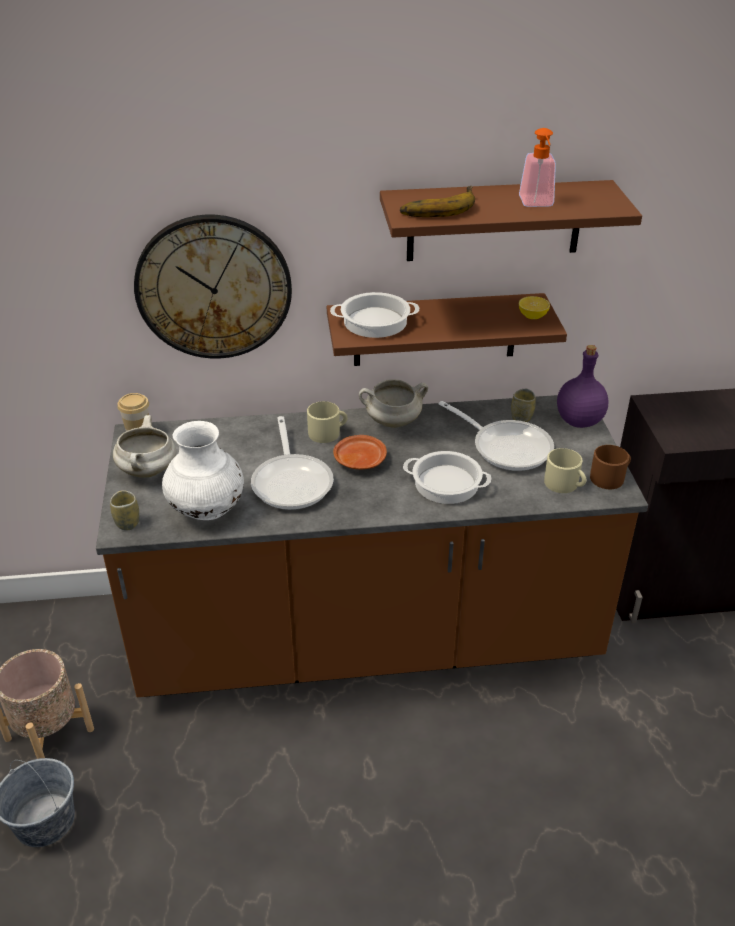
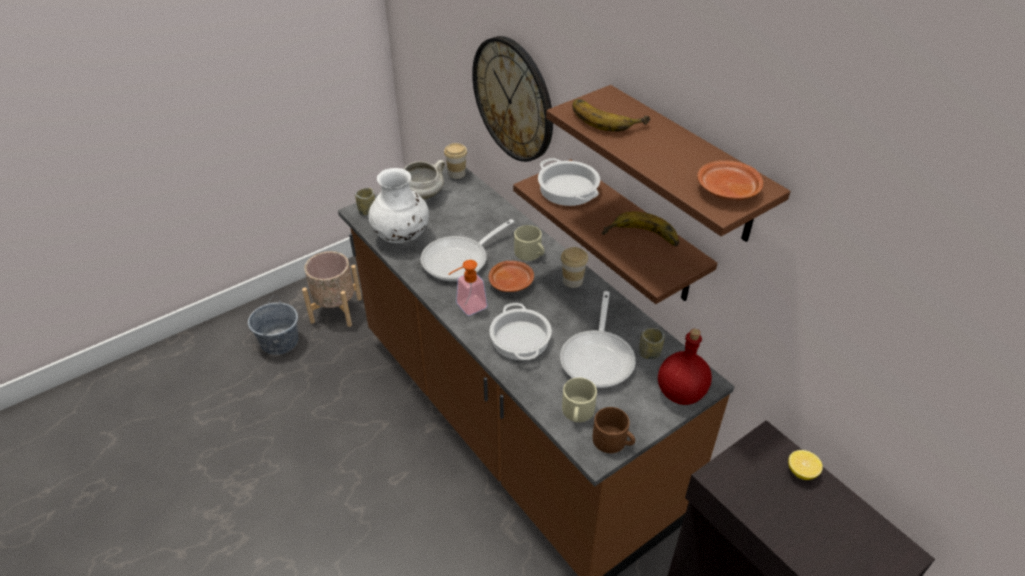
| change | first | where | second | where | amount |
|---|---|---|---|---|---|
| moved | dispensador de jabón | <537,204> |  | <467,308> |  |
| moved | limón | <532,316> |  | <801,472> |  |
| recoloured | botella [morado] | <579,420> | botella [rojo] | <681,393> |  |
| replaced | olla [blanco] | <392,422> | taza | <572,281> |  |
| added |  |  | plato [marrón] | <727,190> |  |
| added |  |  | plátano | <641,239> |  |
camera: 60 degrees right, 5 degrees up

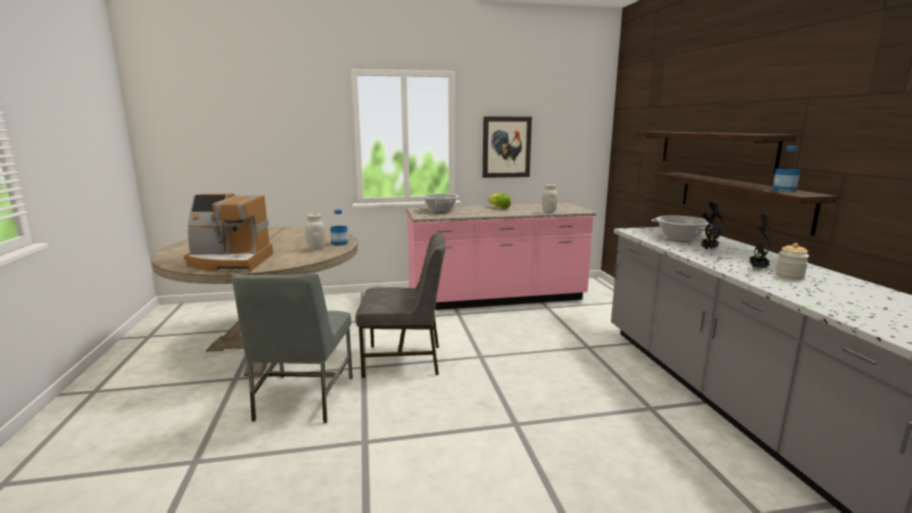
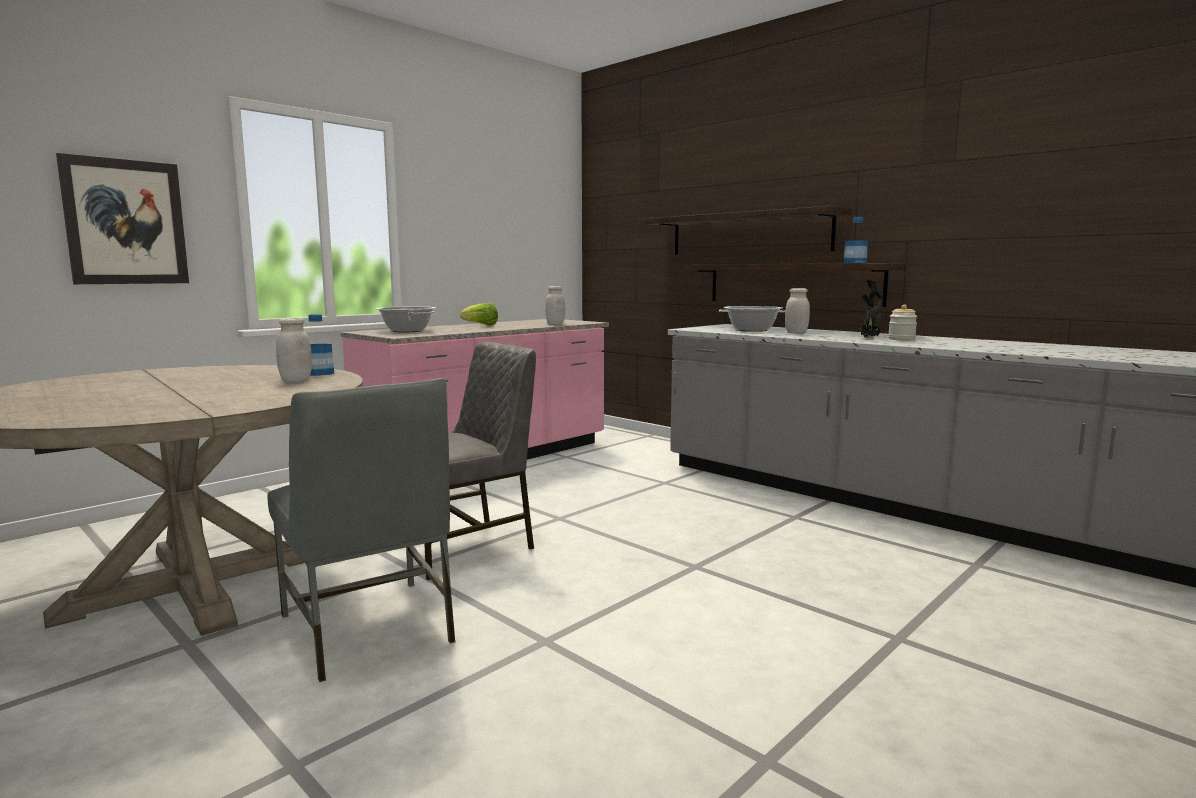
| change | first | where | second | where | amount |
|---|---|---|---|---|---|
| moved | cuadro | <506,147> |  | <126,222> |  |
| removed | cafetera | <230,262> |  |  |  |
| replaced | planta en maceta | <708,249> | tarro [blanco] | <796,333> |  |
camera: 35 degrees left, 5 degrees down

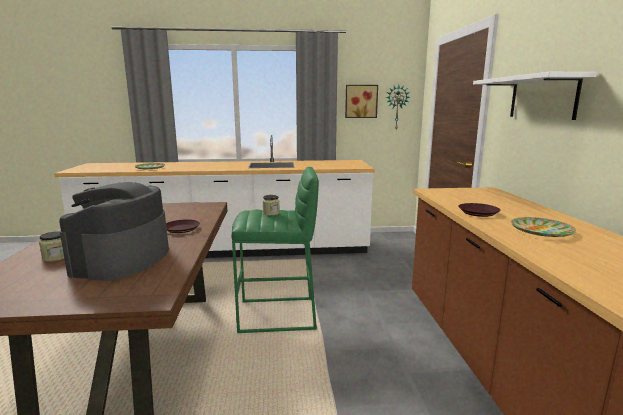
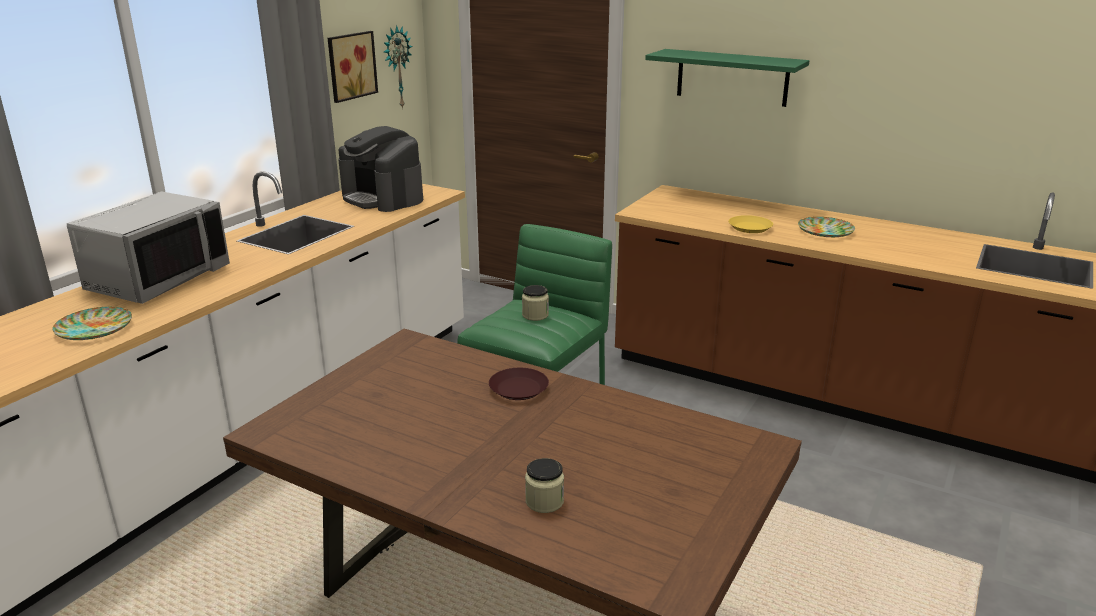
| change | first | where | second | where | amount |
|---|---|---|---|---|---|
| recoloured | estante [blanco] | <542,97> | estante [verde] | <732,77> |  |
| moved | cafetera | <122,259> |  | <383,198> |  |
| recoloured | plato [marrón] | <478,213> | plato [amarillo] | <750,228> |  |
| added |  |  | microondas [gris] | <158,278> |  |
camera: 55 degrees left, 10 degrees up

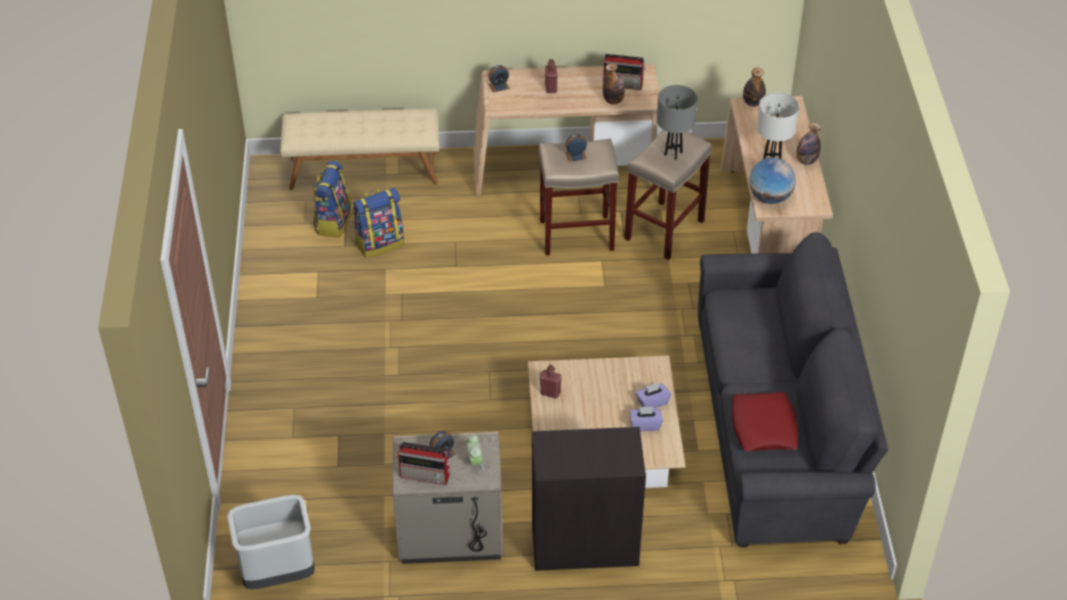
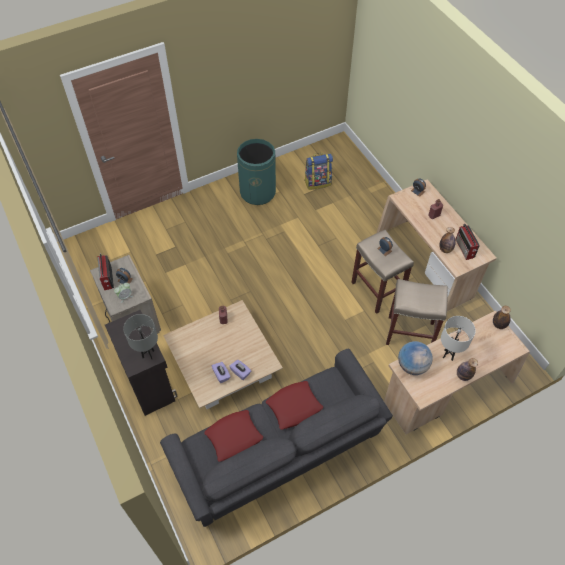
| change | first | where | second | where | amount |
|---|---|---|---|---|---|
| moved | lámpara de mesa [gris] | <673,153> |  | <148,354> |  |
| removed | banco [beis] | <364,170> |  |  |  |
| removed | mochila | <380,243> |  |  |  |
| removed | papelera [gris] | <278,574> |  |  |  |
| added |  |  | papelera [verde] | <258,192> |  |
| added |  |  | cojín [rojo] | <294,407> |  |
camera: 65 degrees right, 10 degrees up

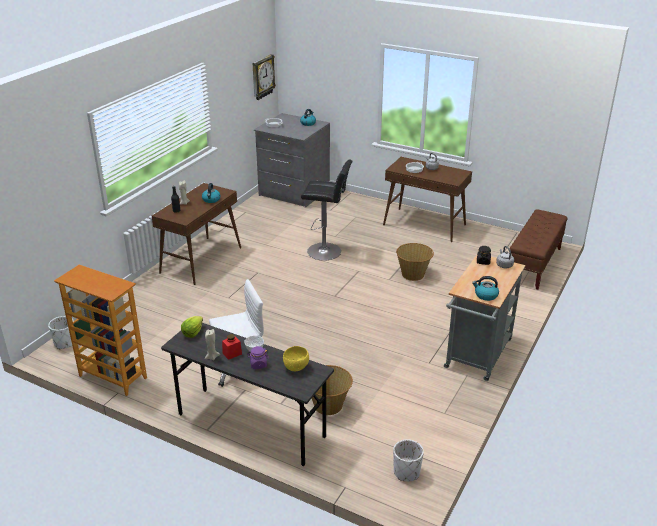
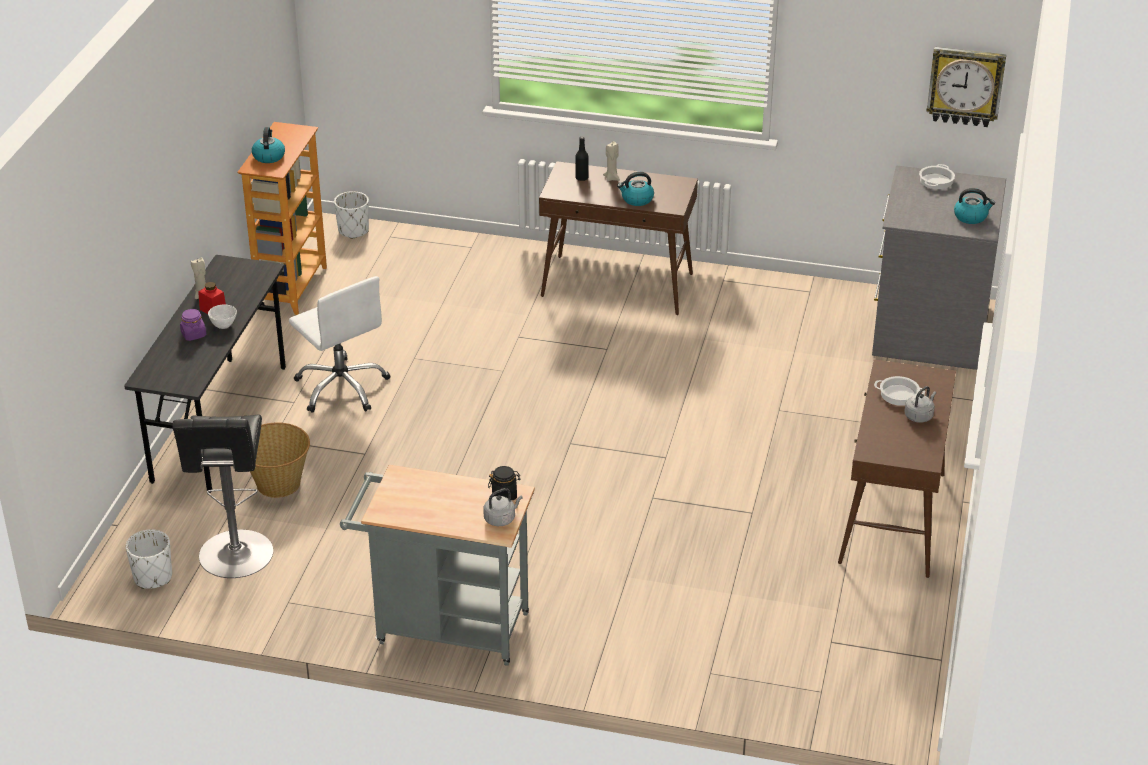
| change | first | where | second | where | amount |
|---|---|---|---|---|---|
| moved | taburete [negro] | <326,251> |  | <235,557> |  |
| removed | banco [marrón] | <533,265> |  |  |  |
| removed | cesta | <413,274> |  |  |  |
| moved | hervidor | <485,295> |  | <268,156> |  |
| removed | lechuga | <193,332> |  |  |  |
| removed | cuenco [amarillo] | <296,367> |  |  |  |
camera: 75 degrees right, 5 degrees up

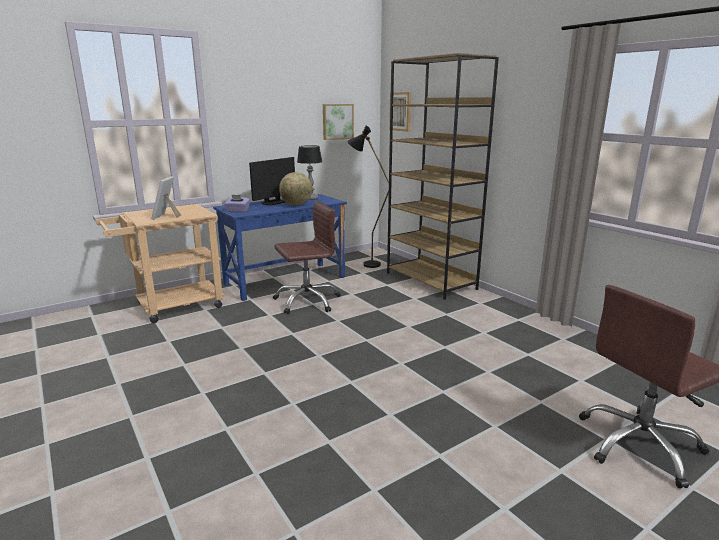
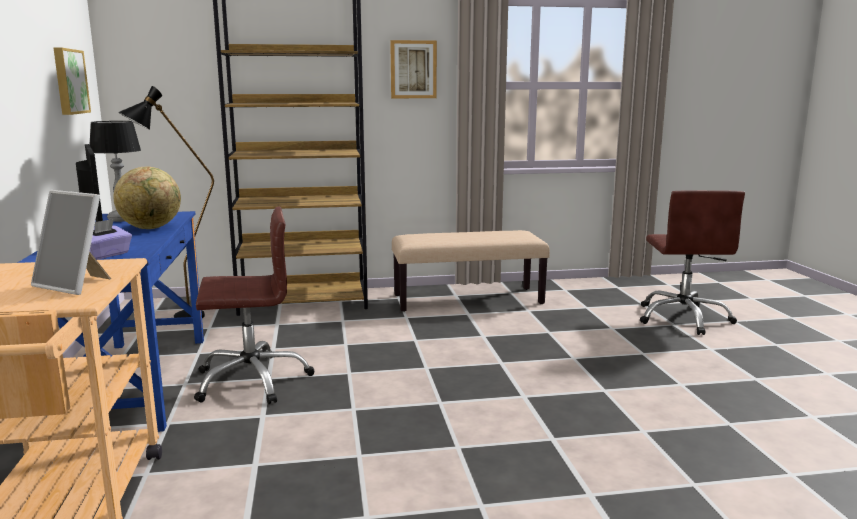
| change | first | where | second | where | amount |
|---|---|---|---|---|---|
| moved | cuadro | <401,111> |  | <413,69> |  |
| turned | silla de oficina [marrón] | <307,301> |  | <252,380> | 75 degrees clockwise |
| added |  |  | banco [beis] | <468,299> |  |
camera: 65 degrees left, 5 degrees down

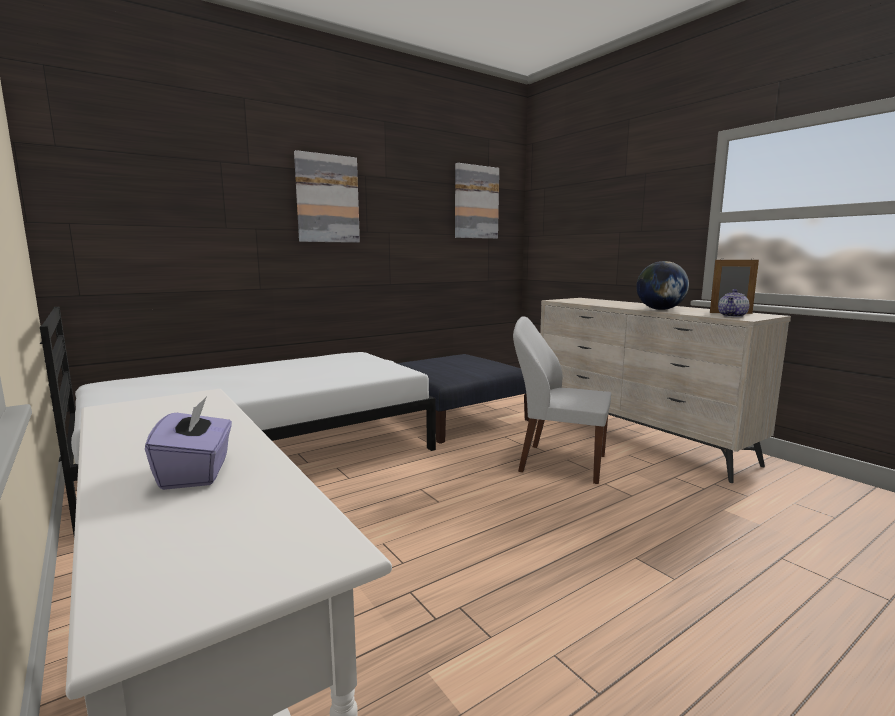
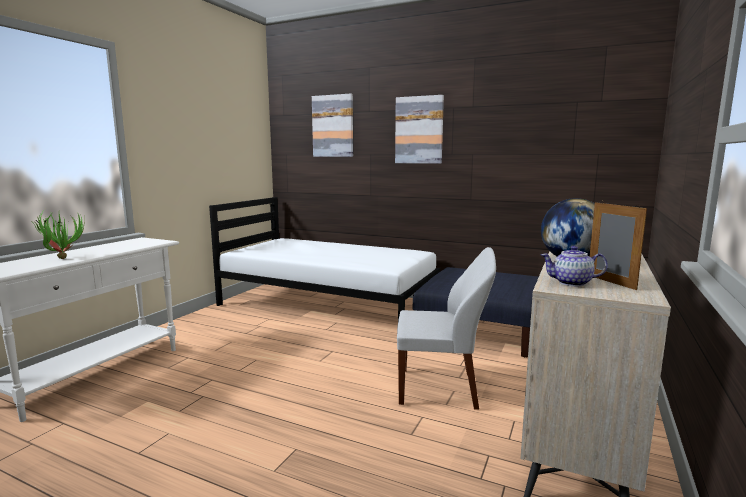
| change | first | where | second | where | amount |
|---|---|---|---|---|---|
| moved | cuadro | <476,202> |  | <333,126> |  |
| turned | silla [blanco] | <559,463> |  | <440,389> | 105 degrees clockwise |
| replaced | caja de pañuelos [morado] | <197,472> | planta en maceta | <62,257> |  |
camera: 60 degrees right, 0 degrees up

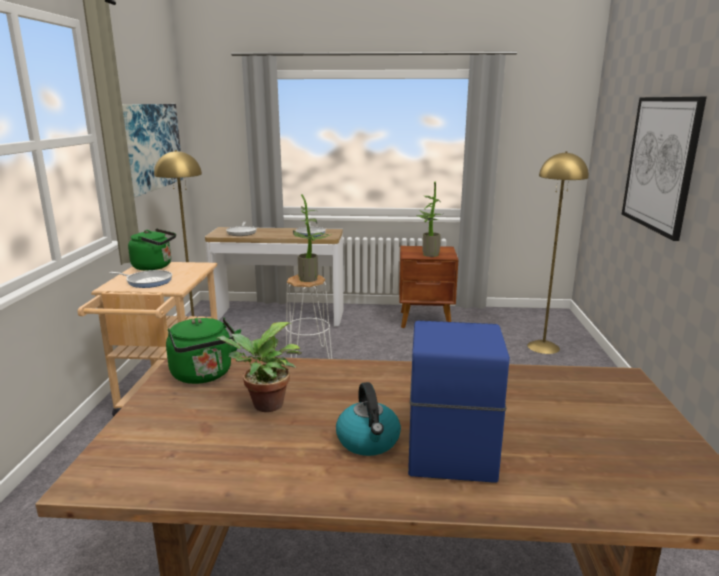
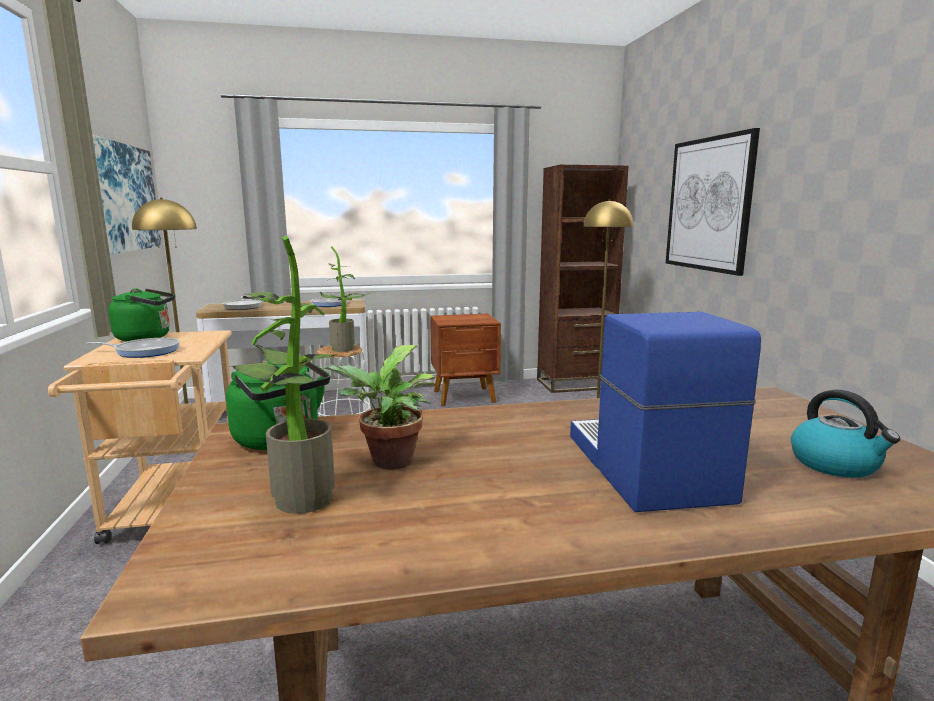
| change | first | where | second | where | amount |
|---|---|---|---|---|---|
| moved | planta en maceta | <428,254> |  | <295,498> |  |
| moved | hervidor | <368,441> |  | <836,464> |  |
| added |  |  | estantería [marrón] | <574,384> |  |
camera: 15 degrees left, 5 degrees down

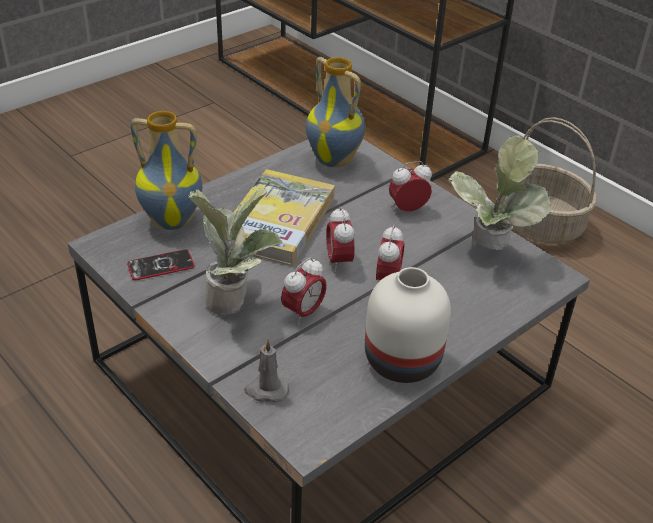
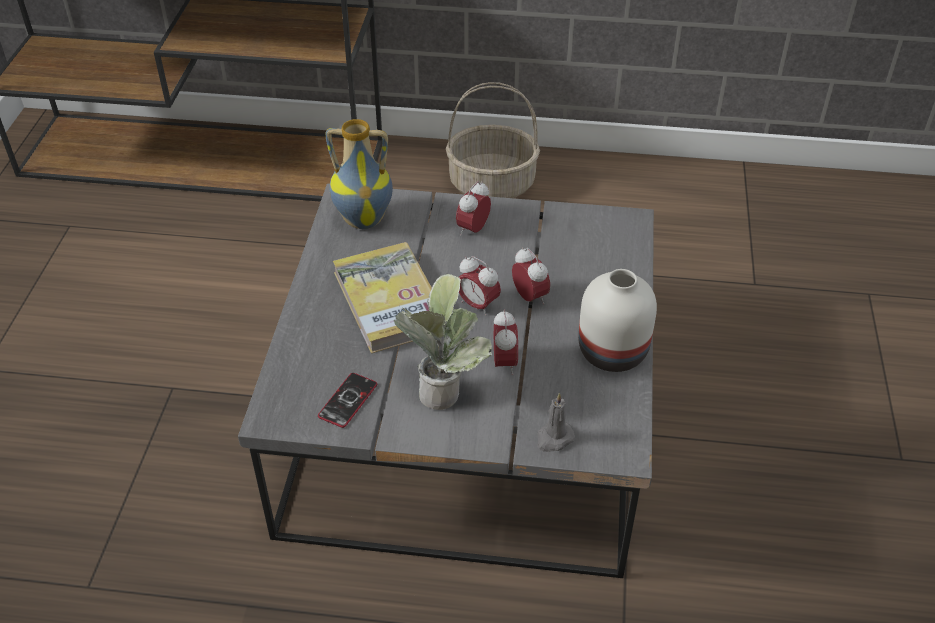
| change | first | where | second | where | amount |
|---|---|---|---|---|---|
| removed | florero | <173,220> |  |  |  |
| removed | planta en maceta | <489,253> |  |  |  |
camera: 40 degrees left, 5 degrees up

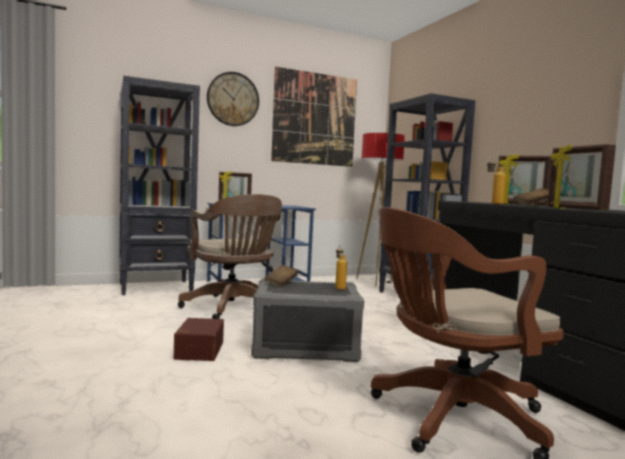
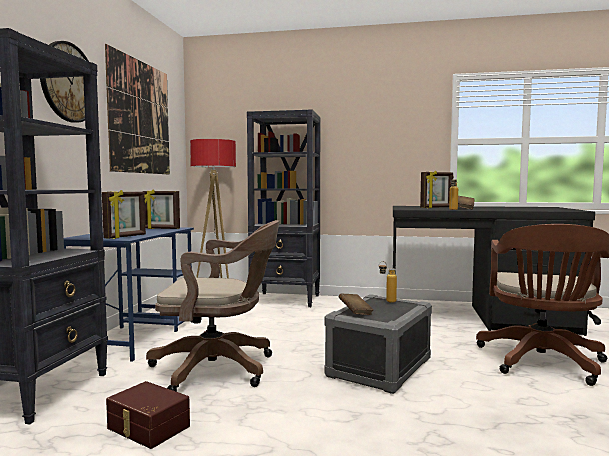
| change | first | where | second | where | amount |
|---|---|---|---|---|---|
| moved | portarretratos | <575,209> |  | <161,229> |  |
| moved | caja de almacenaje [marrón] | <198,350> |  | <147,428> |  |
camera: 55 degrees left, 0 degrees up

